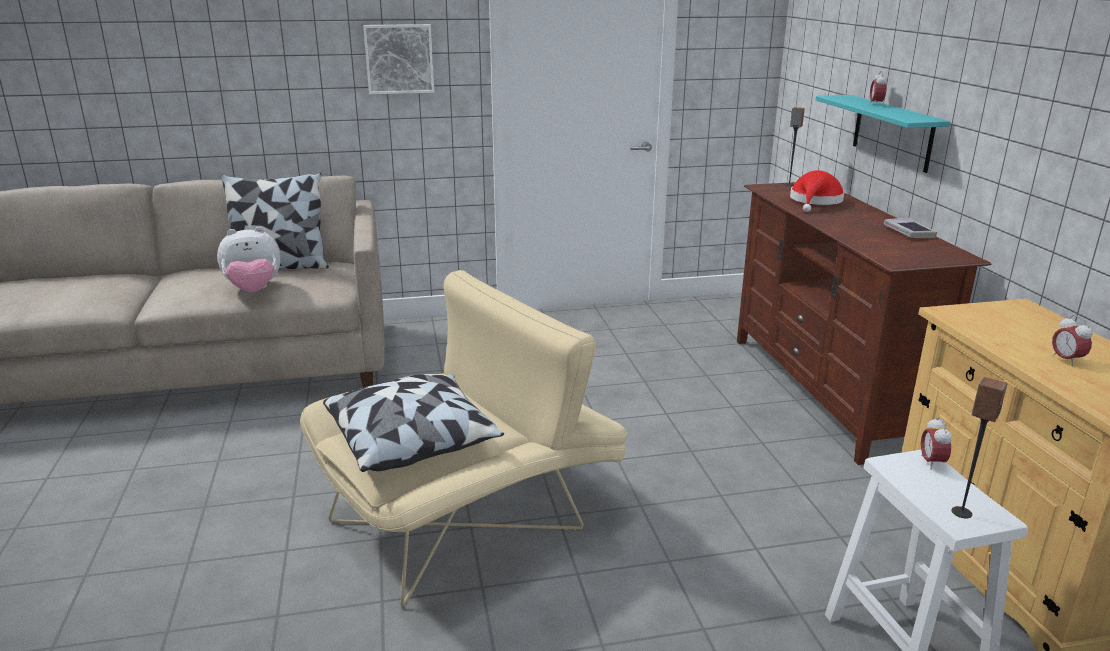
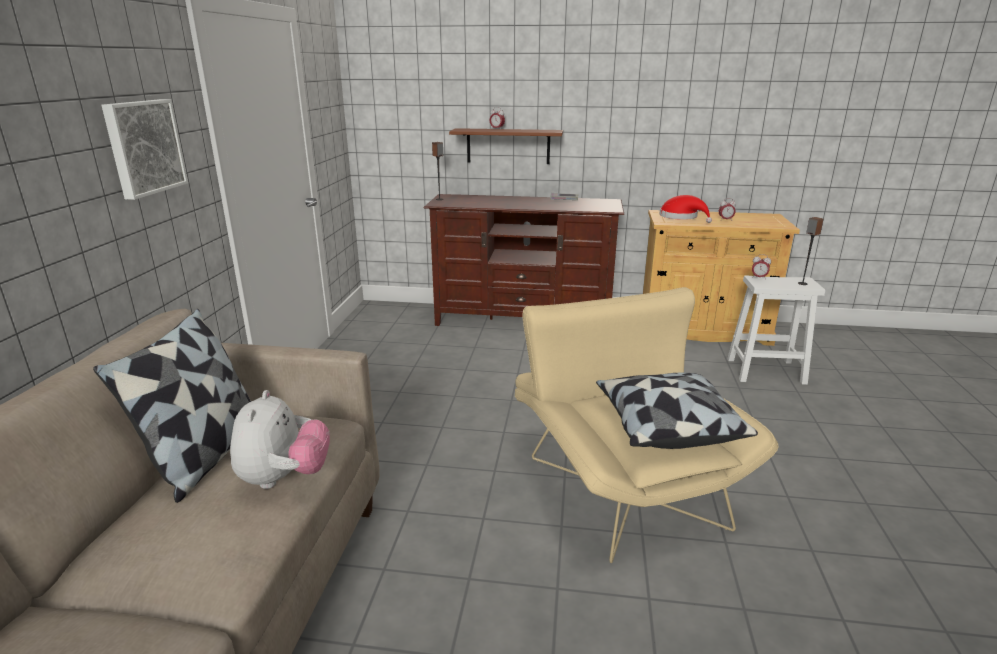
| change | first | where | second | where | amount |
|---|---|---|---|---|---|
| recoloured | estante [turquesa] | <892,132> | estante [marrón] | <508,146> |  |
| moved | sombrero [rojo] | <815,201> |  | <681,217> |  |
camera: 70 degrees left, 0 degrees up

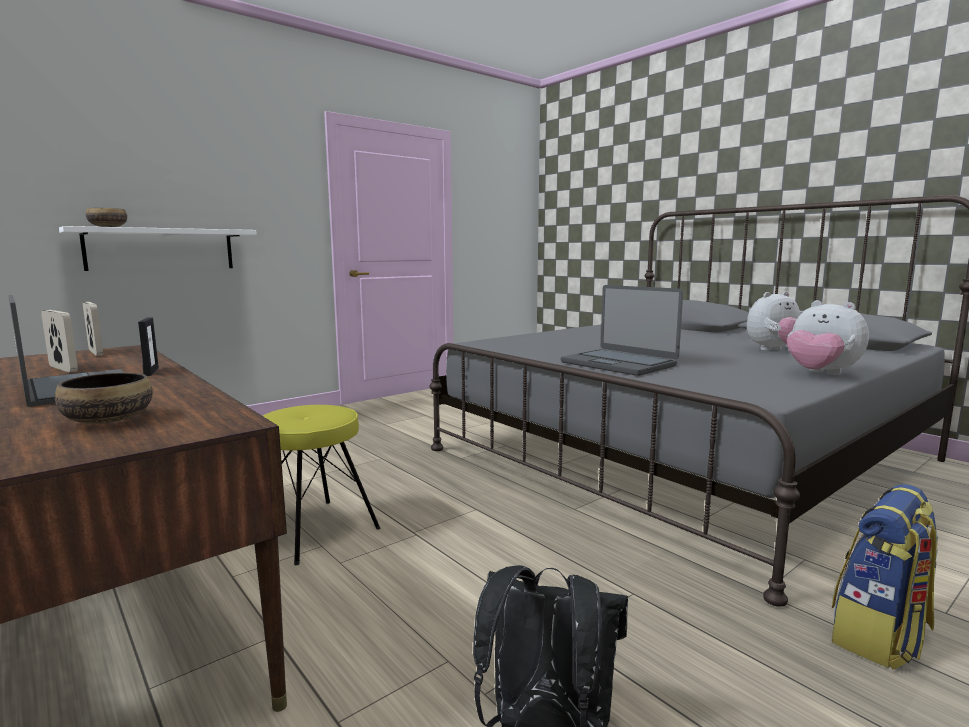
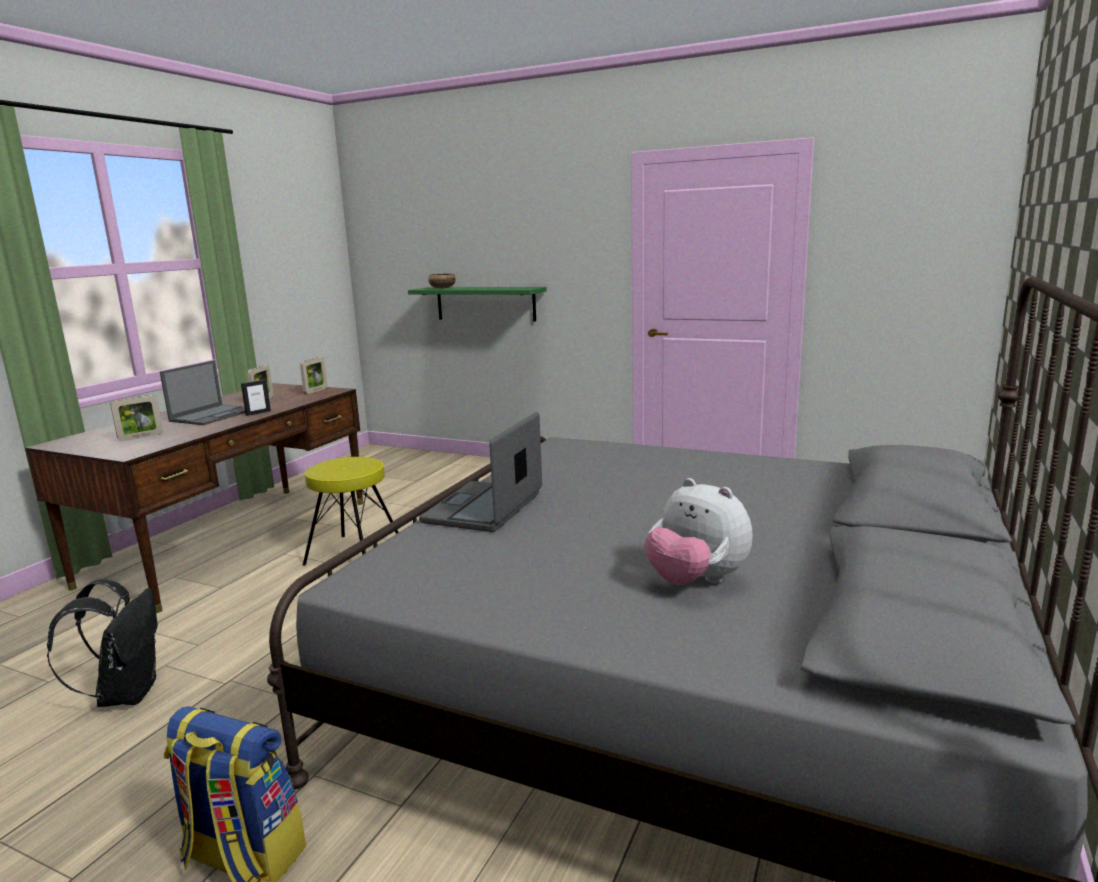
| change | first | where | second | where | amount |
|---|---|---|---|---|---|
| recoloured | estante [blanco] | <161,249> | estante [verde] | <485,303> |  |
| removed | peluche | <820,374> |  |  |  |
| replaced | cuenco | <108,419> | portarretratos | <141,437> |  |
camera: 65 degrees right, 5 degrees up

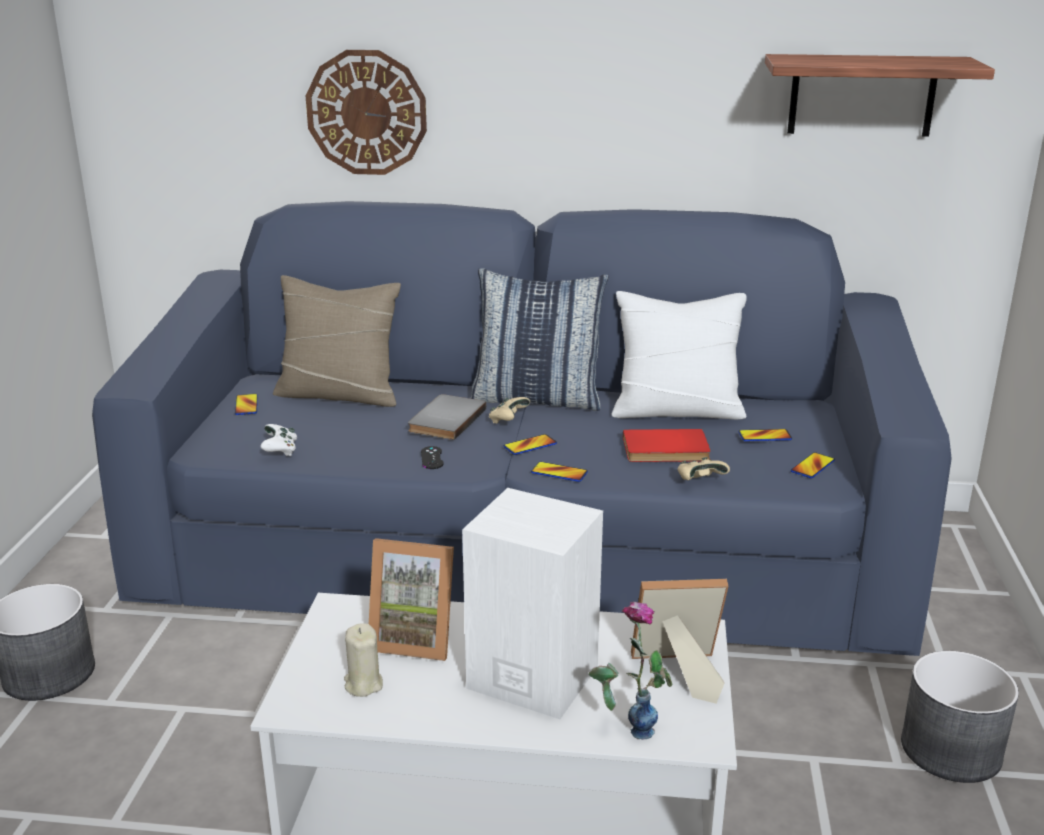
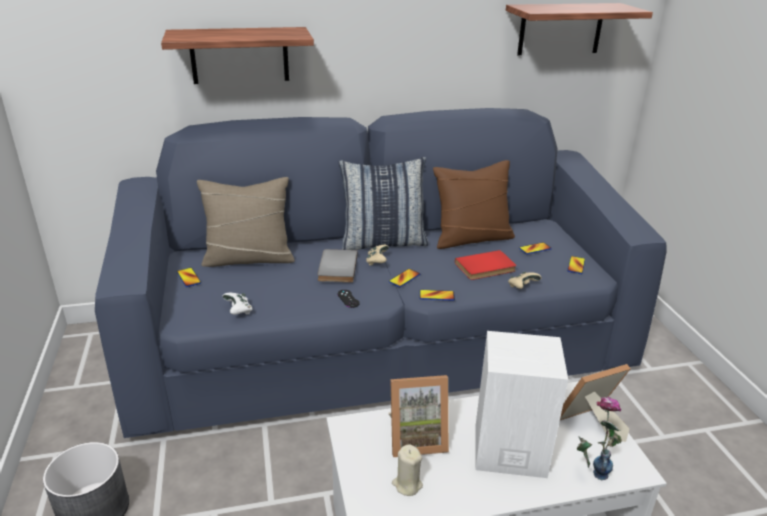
| change | first | where | second | where | amount |
|---|---|---|---|---|---|
| replaced | reloj de pared | <366,113> | estante | <239,55> |  |
| recoloured | cojín [blanco] | <677,411> | cojín [marrón] | <471,238> |  |
| removed | maceta [gris] | <952,749> |  |  |  |
camera: 20 degrees left, 5 degrees up

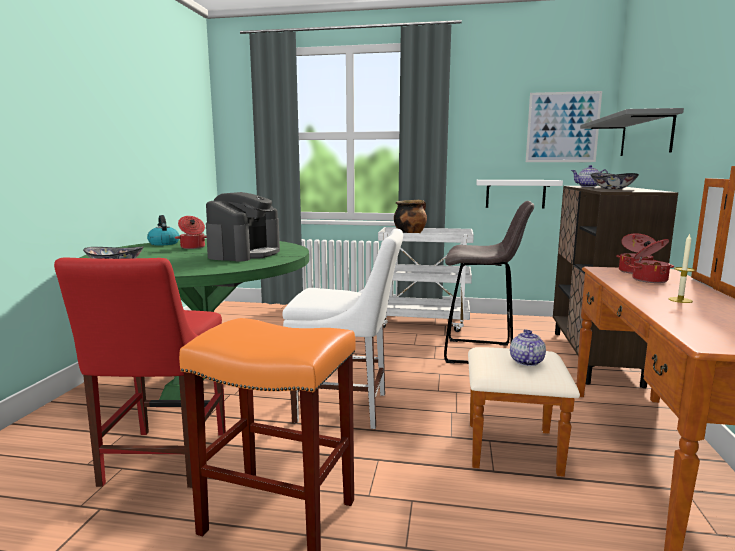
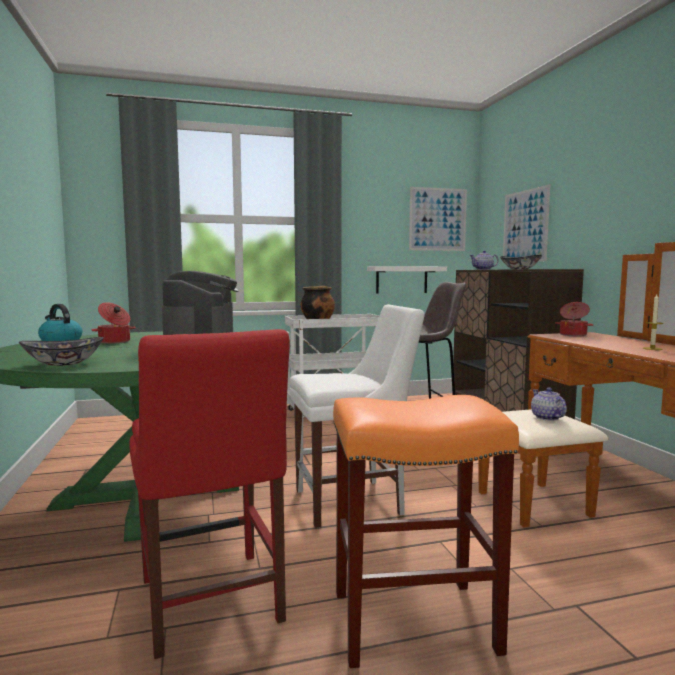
| change | first | where | second | where | amount |
|---|---|---|---|---|---|
| replaced | estante [gris] | <645,136> | cuadro | <525,226> |  |
| removed | olla | <649,280> |  |  |  |
camera: 25 degrees left, 5 degrees down

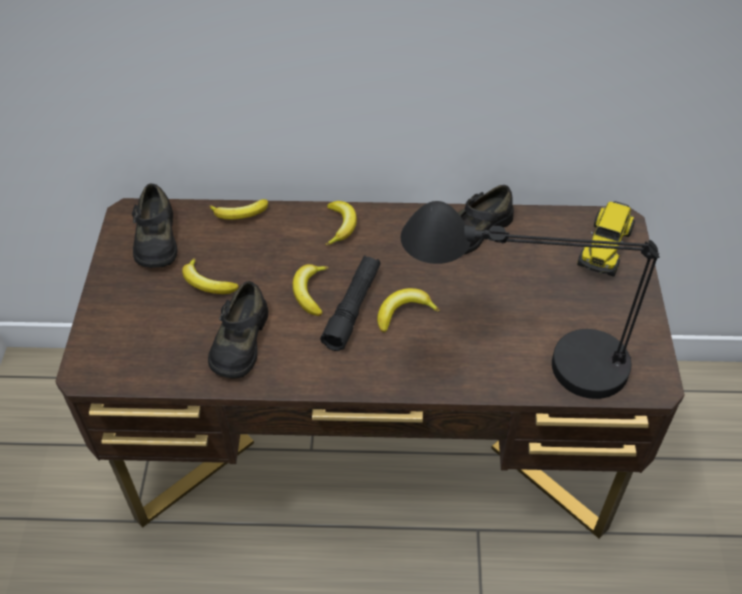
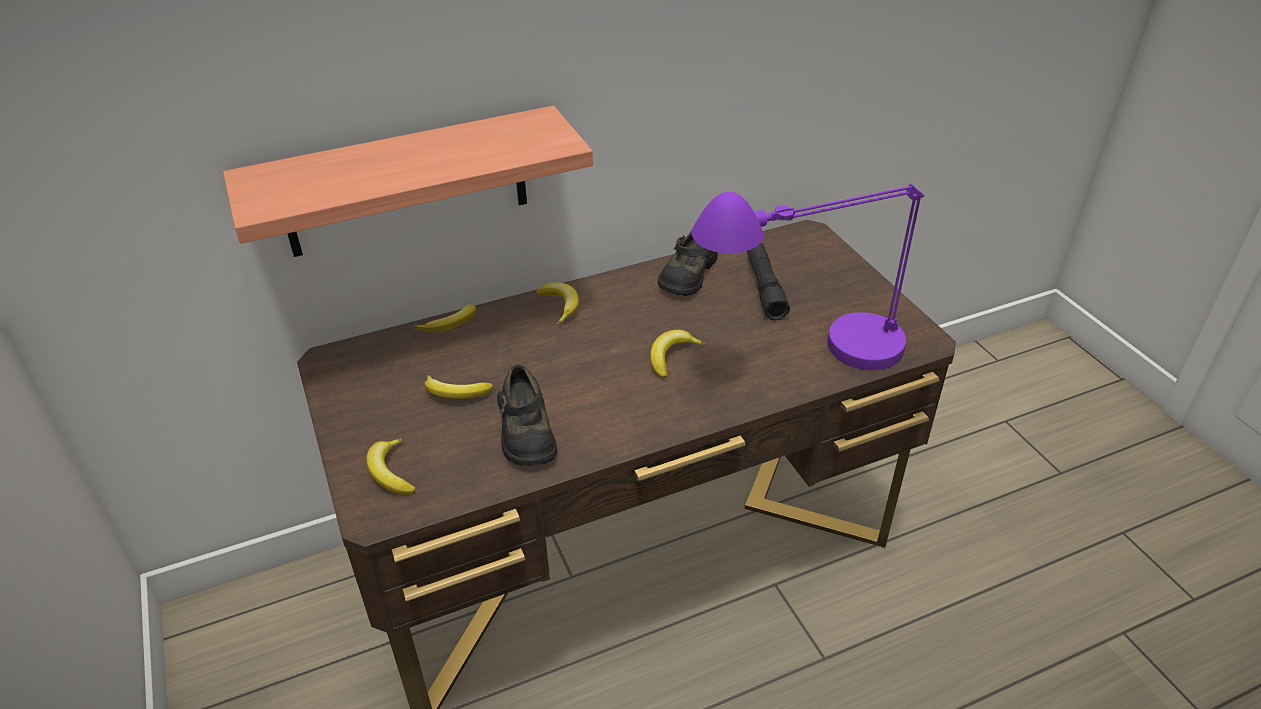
| change | first | where | second | where | amount |
|---|---|---|---|---|---|
| removed | zapato [negro] | <155,239> |  |  |  |
| recoloured | lámpara de mesa [negro] | <520,361> | lámpara de mesa [morado] | <804,361> |  |
| removed | camión de juguete | <604,248> |  |  |  |
| moved | linterna [negro] | <352,308> |  | <764,287> |  |
| moved | plátano | <310,292> |  | <391,472> |  |
| added |  |  | estante | <405,183> |  |
camera: 25 degrees left, 10 degrees down

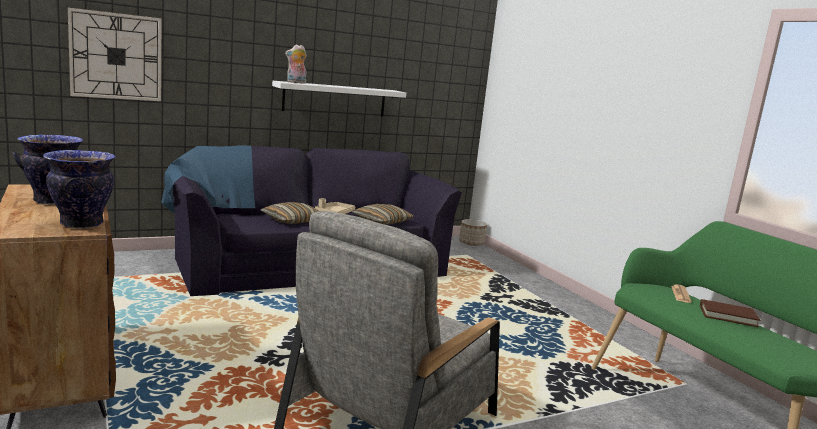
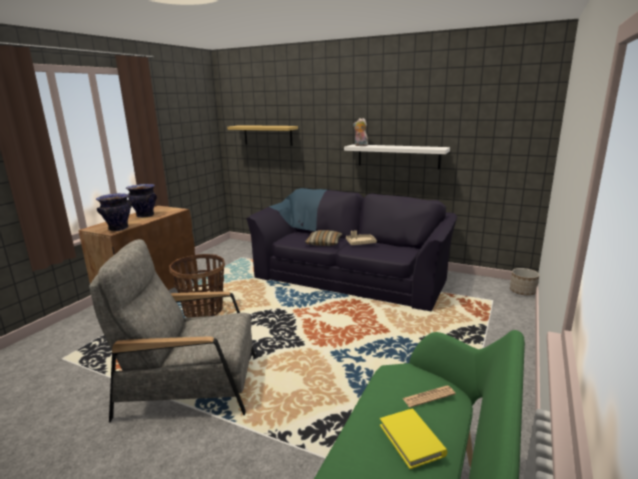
| change | first | where | second | where | amount |
|---|---|---|---|---|---|
| replaced | reloj de pared | <116,56> | estante | <268,135> |  |
| removed | cojín | <382,221> |  |  |  |
| recoloured | libro [marrón] | <728,316> | libro [amarillo] | <411,440> |  |
| added |  |  | cesta | <203,310> |  |
camera: 55 degrees right, 5 degrees up

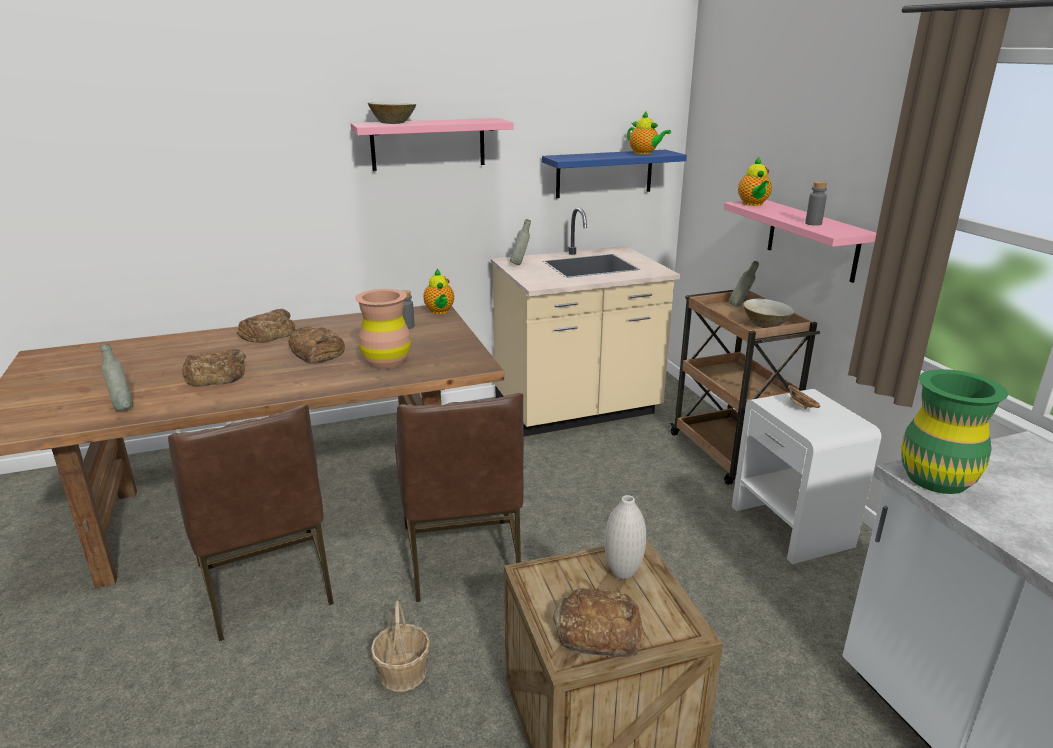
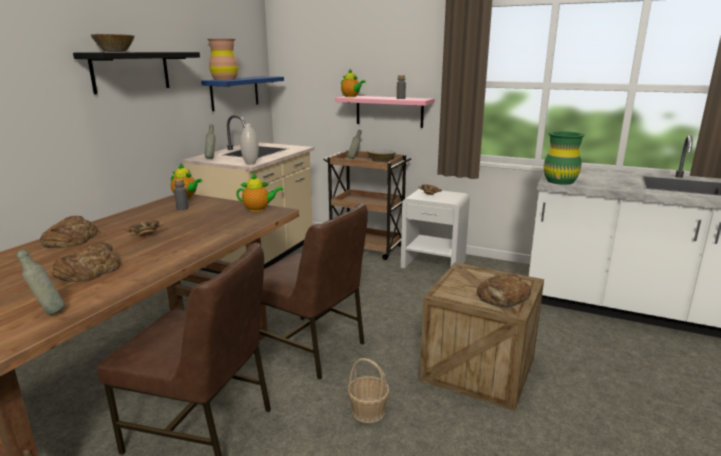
| change | first | where | second | where | amount |
|---|---|---|---|---|---|
| moved | tetera | <645,153> |  | <259,209> |  |
| recoloured | estante [rosa] | <428,144> | estante [negro] | <131,71> |  |
| moved | florero [marrón] | <386,362> |  | <225,79> |  |
| replaced | pan | <317,352> | cuenco | <146,236> |  |
| moved | florero [blanco] | <623,572> |  | <250,163> |  |
camera: 45 degrees left, 5 degrees down

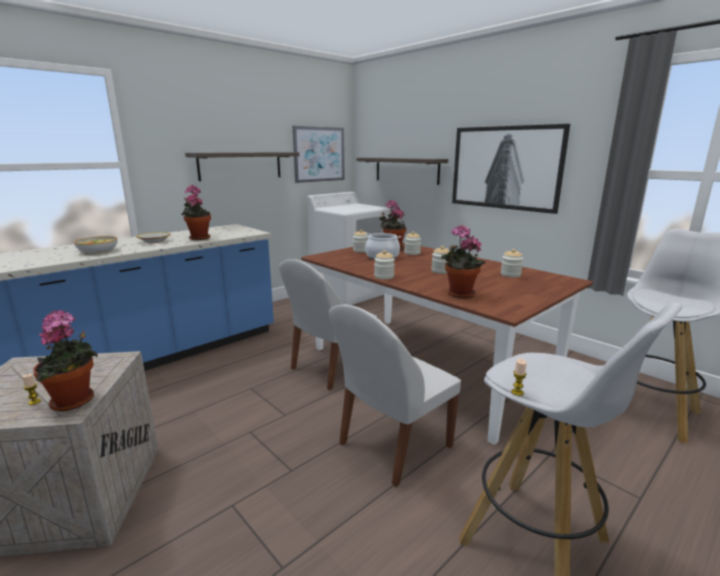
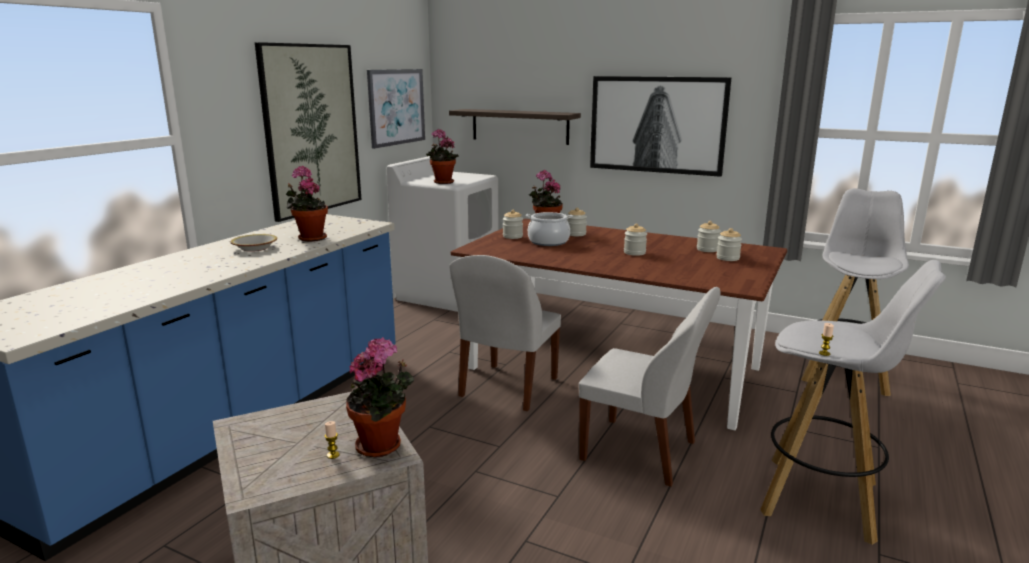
| change | first | where | second | where | amount |
|---|---|---|---|---|---|
| replaced | estante | <240,165> | cuadro | <311,129> |  |
| moved | planta en maceta | <458,294> |  | <442,182> |  |
| removed | cuenco | <97,251> |  |  |  |
| moved | tarro | <384,276> |  | <727,258> |  |
| turned | silla [blanco] | <392,446> |  | <642,452> | 90 degrees counterclockwise |
camera: 20 degrees left, 0 degrees up

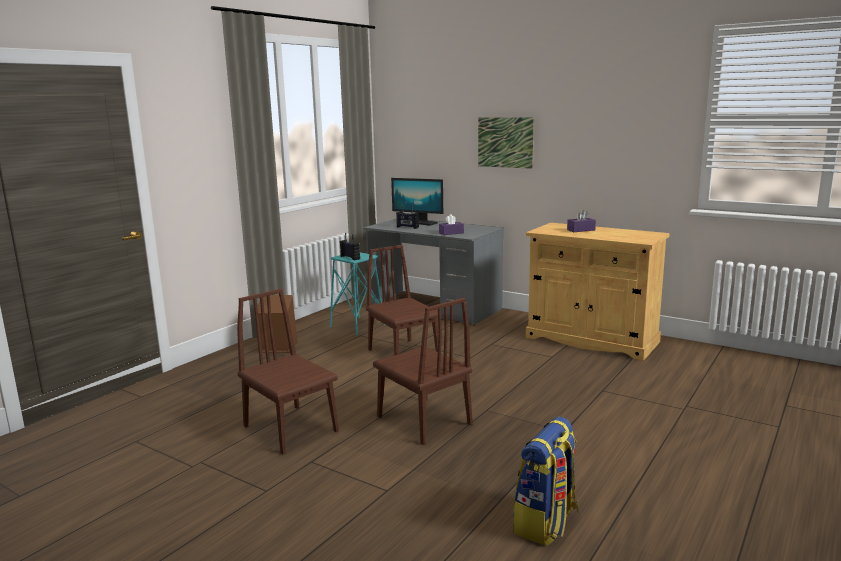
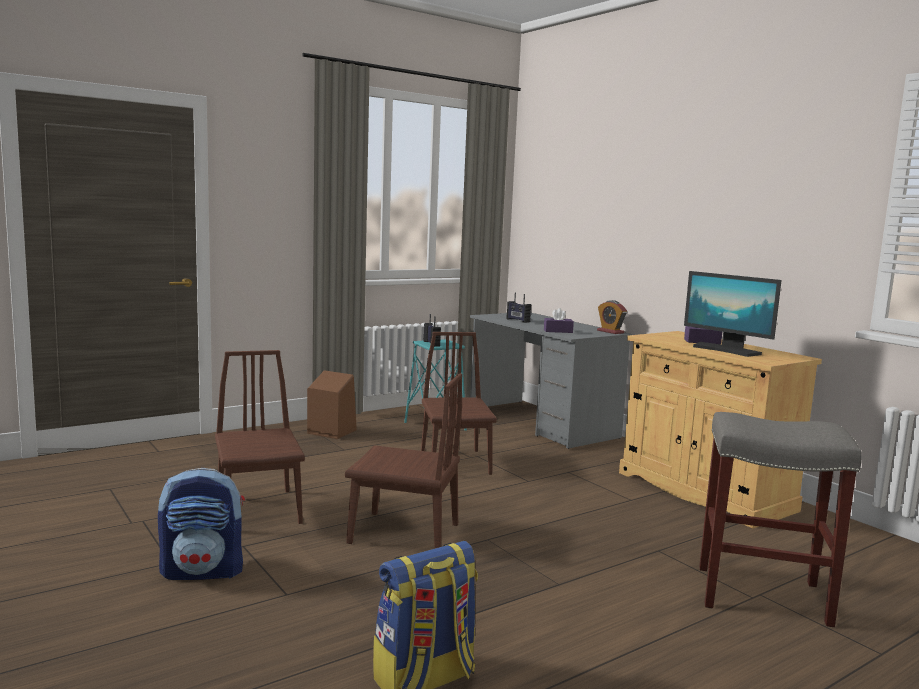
| change | first | where | second | where | amount |
|---|---|---|---|---|---|
| removed | cuadro | <505,142> |  |  |  |
| moved | monitor | <418,223> |  | <726,350> |  |
| turned | silla [marrón] | <423,420> |  | <404,533> | 60 degrees counterclockwise |
| added |  |  | despertador | <610,331> |  |
| added |  |  | taburete [gris] | <760,595> |  |
| added |  |  | mochila | <203,571> |  |
camera: 20 degrees right, 5 degrees down

